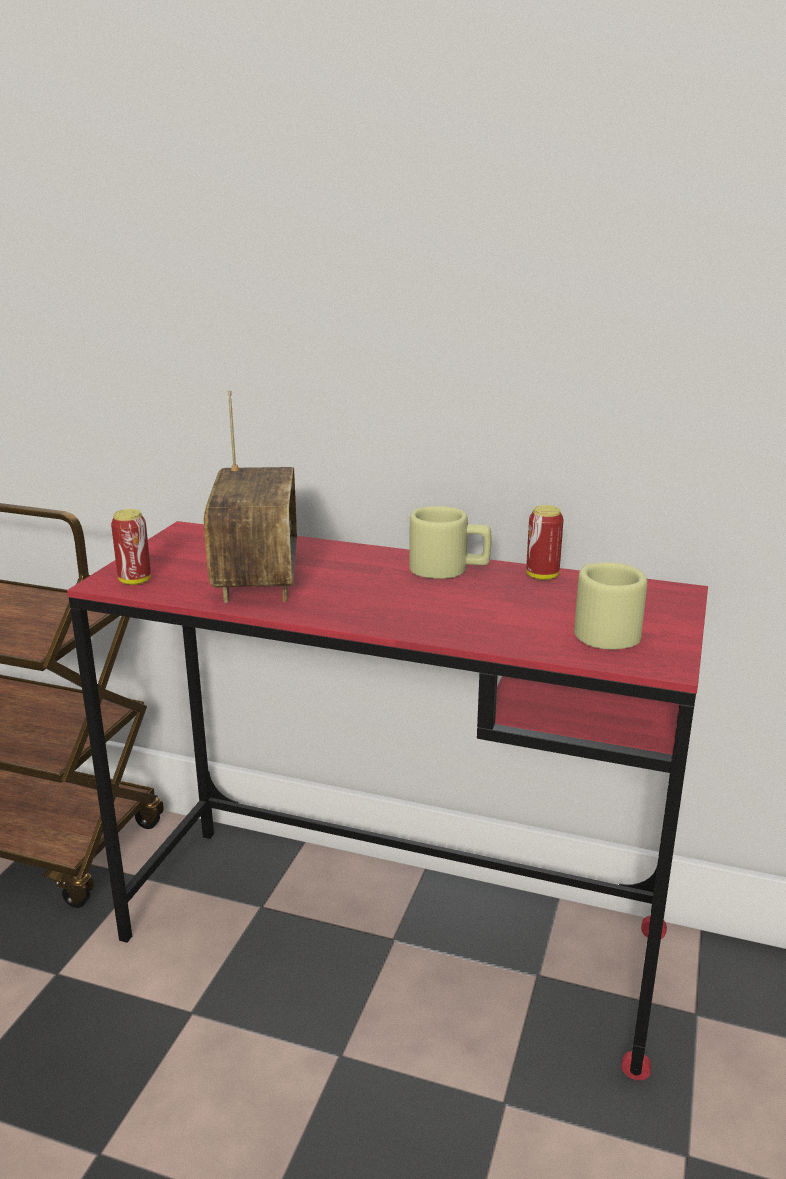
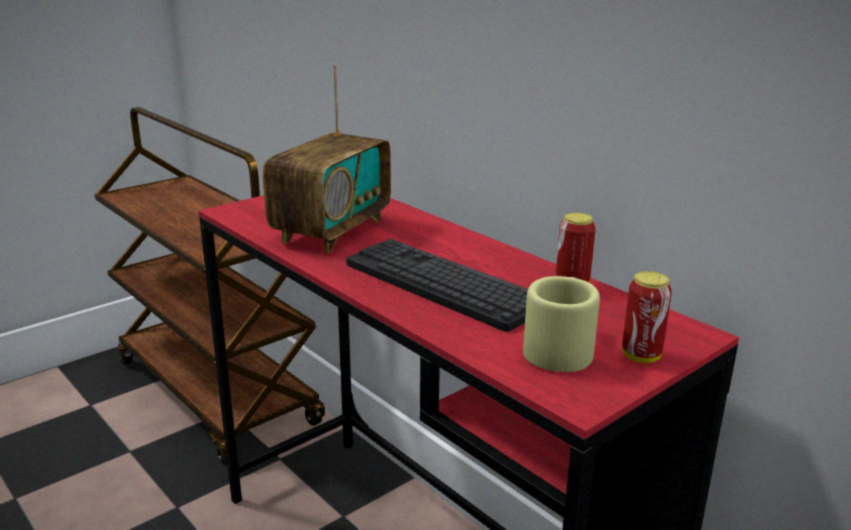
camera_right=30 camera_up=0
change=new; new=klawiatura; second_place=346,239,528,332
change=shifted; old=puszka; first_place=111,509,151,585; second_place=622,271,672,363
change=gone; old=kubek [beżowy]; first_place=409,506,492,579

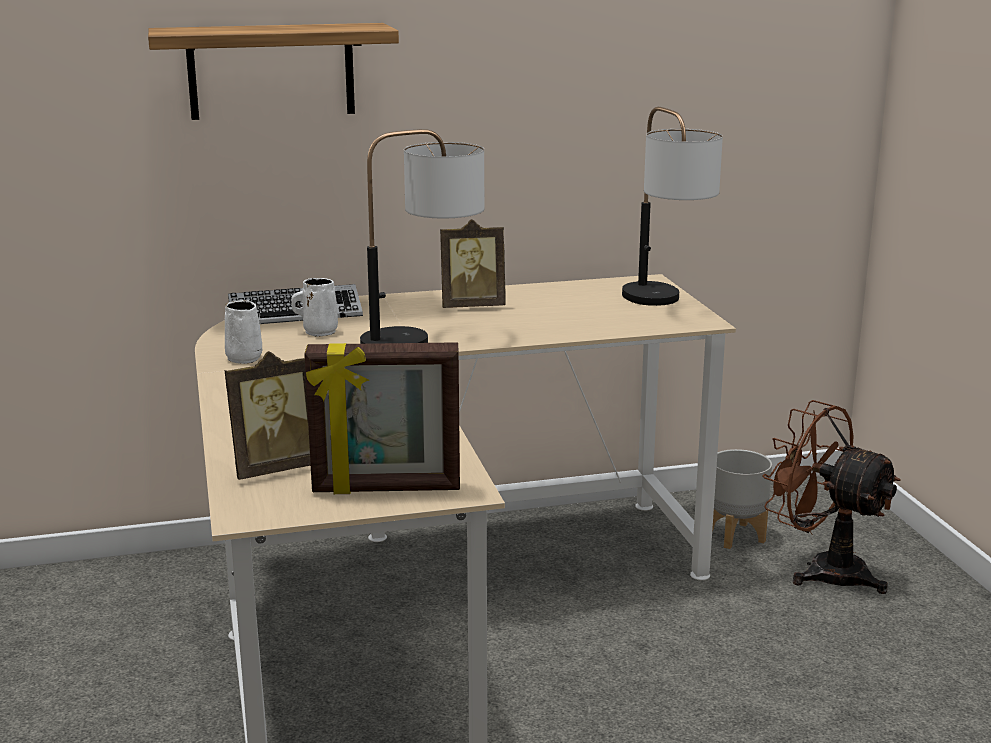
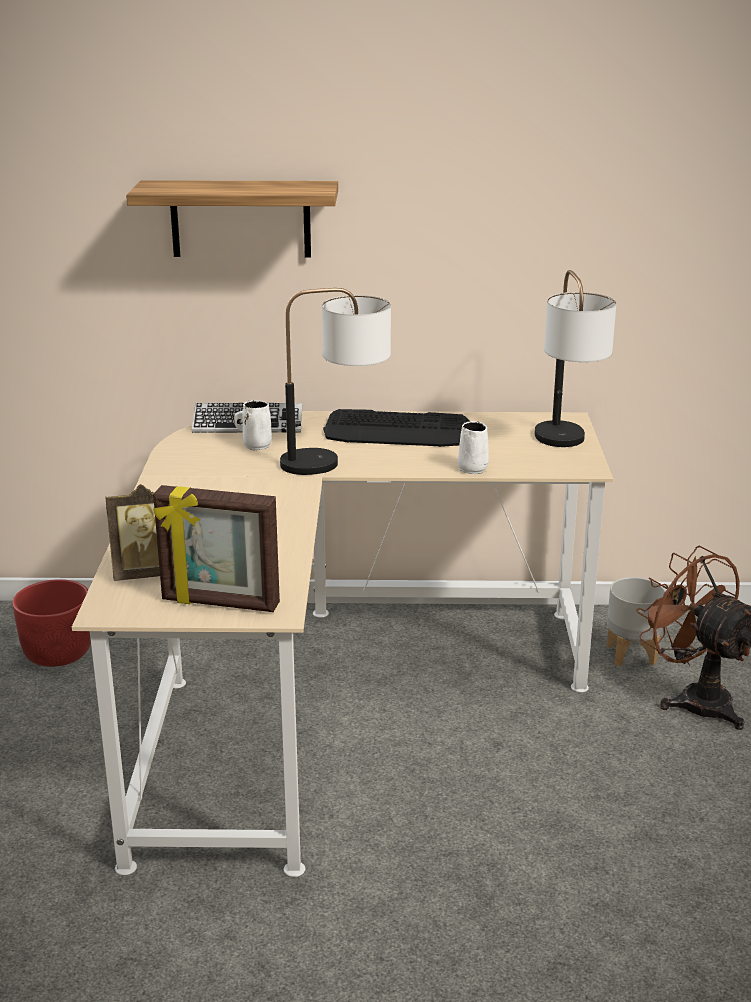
camera_right=15 camera_up=5
change=new; new=donica [czerwony]; second_place=12,579,91,667
change=swapped; old=ramka na zdjęcie; new=klawiatura; first_place=440,219,506,308; second_place=323,409,470,447
change=shifted; old=kubek [biały]; first_place=225,300,262,364; second_place=458,421,489,474

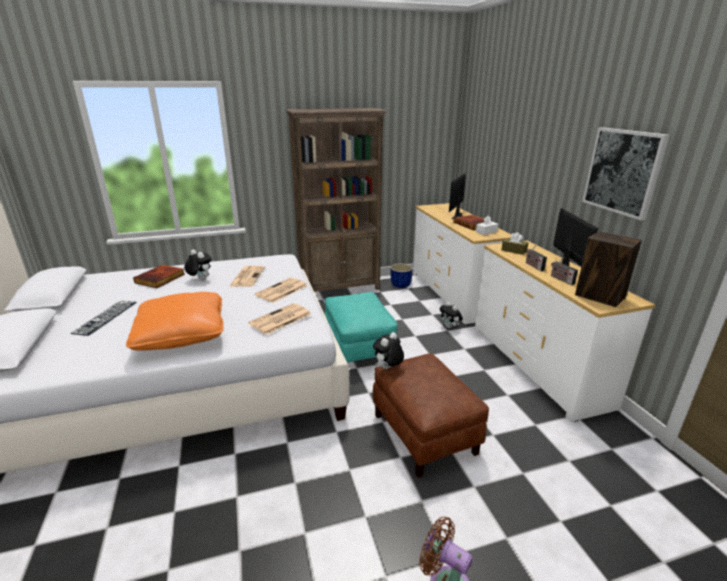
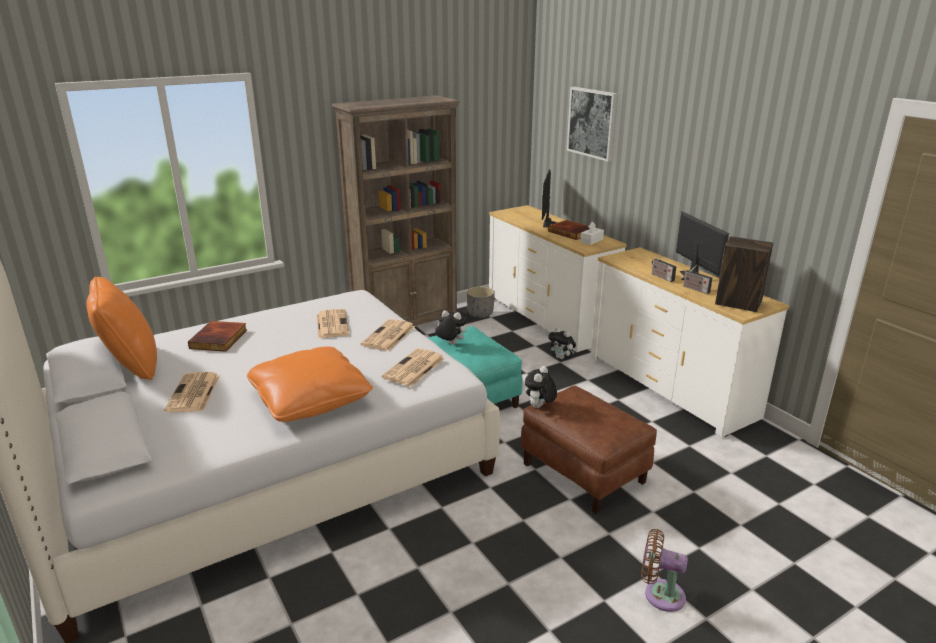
camera_right=-15 camera_up=0
change=new; new=poduszka [pomarańczowy]; second_place=86,277,157,380
change=swapped; old=klawiatura; new=gazeta; first_place=70,300,137,336; second_place=164,372,220,412
change=shifted; old=pluszak; first_place=184,249,212,280; second_place=435,310,467,345
change=repainted; old=donica [niebieski]; new=donica [szary]; first_place=391,264,413,288; second_place=467,287,495,318
change=shifted; old=obraz; first_place=582,127,670,220; second_place=567,87,617,161
change=gone; old=pudełko chusteczek [brązowy]; first_place=501,232,529,255

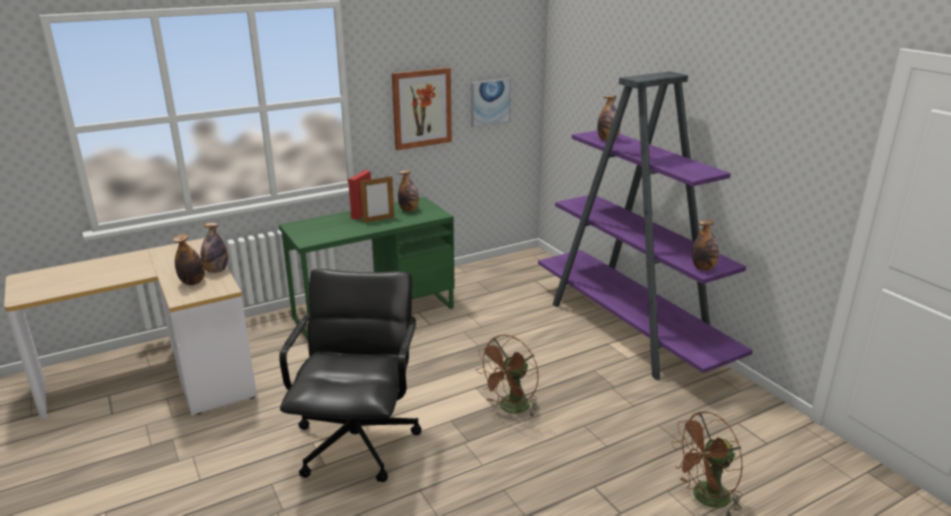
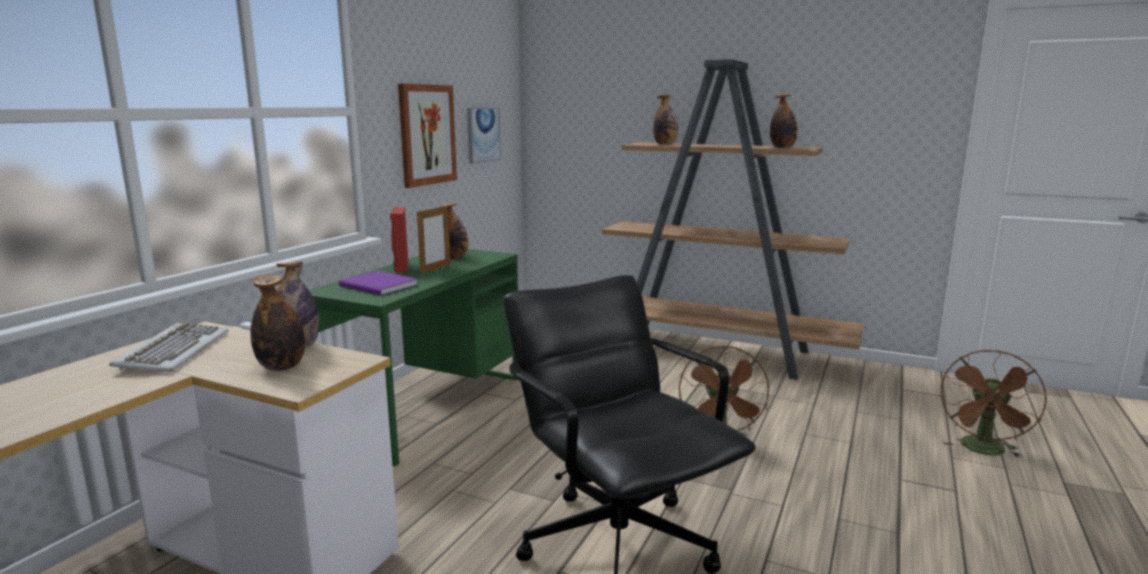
camera_right=-35 camera_up=-10
change=new; new=klawiatura; second_place=109,322,228,372
change=new; new=książka [fioletowy]; second_place=339,271,418,296
change=repainted; old=regał [fioletowy]; new=regał [brązowy]; first_place=538,71,753,380; second_place=602,59,864,380
change=shifted; old=butelka; first_place=692,219,719,270; second_place=770,94,798,148

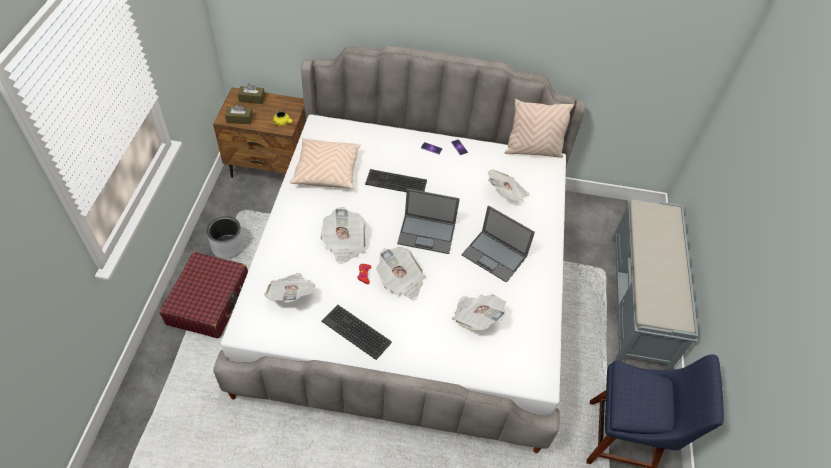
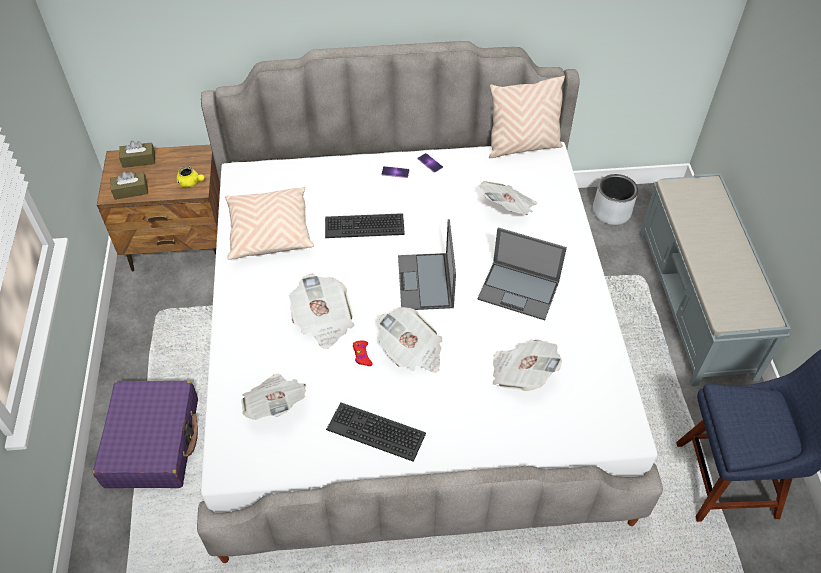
camera_right=-10 camera_up=0
change=repainted; old=walizka [czerwony]; new=walizka [fioletowy]; first_place=159,252,248,338; second_place=93,381,198,488
change=rotated; old=laptop; first_place=397,189,460,254; second_place=398,219,456,310; degrees=90
change=shifted; old=donica [szary]; first_place=207,216,245,259; second_place=593,174,638,225

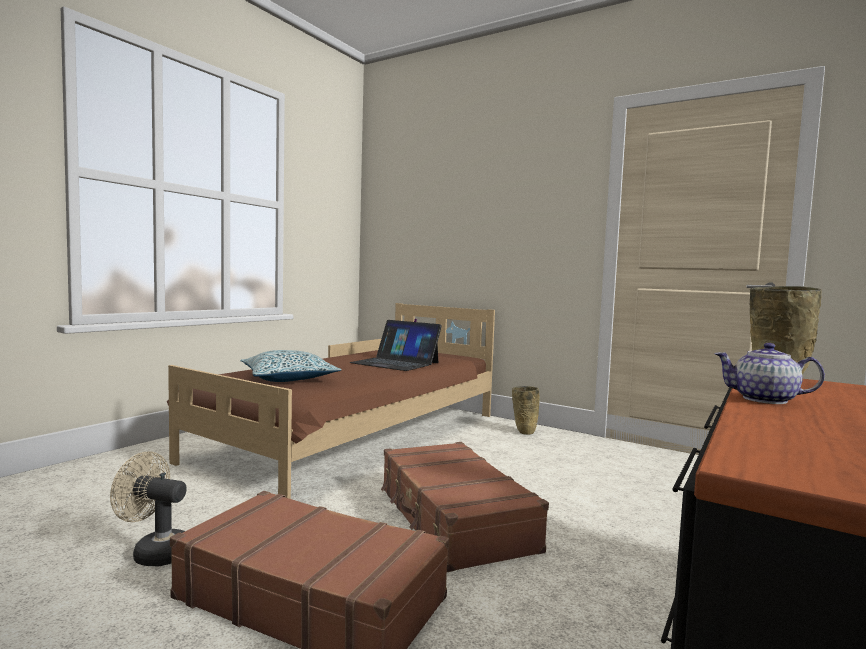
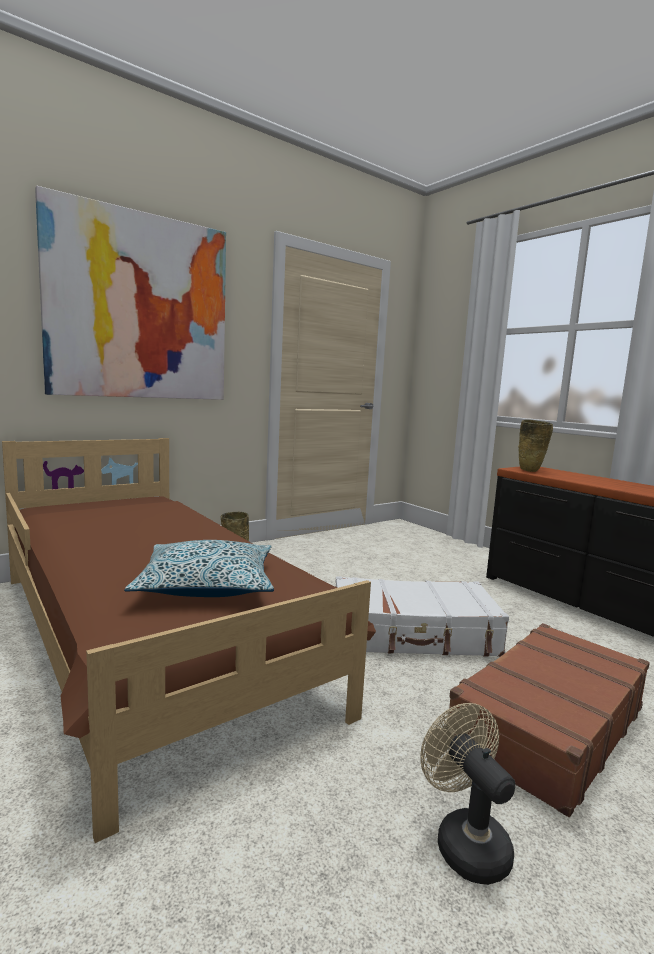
camera_right=-70 camera_up=5
change=new; new=obraz; second_place=35,186,226,400
change=repainted; old=walizka [brązowy]; new=walizka [biały]; first_place=381,442,549,572; second_place=336,576,509,657
change=rotated; old=wentylator [beżowy]; first_place=110,452,187,566; second_place=421,703,515,885; degrees=120
change=gone; old=laptop; first_place=350,320,442,371
change=gone; old=imbryk; first_place=714,343,825,404

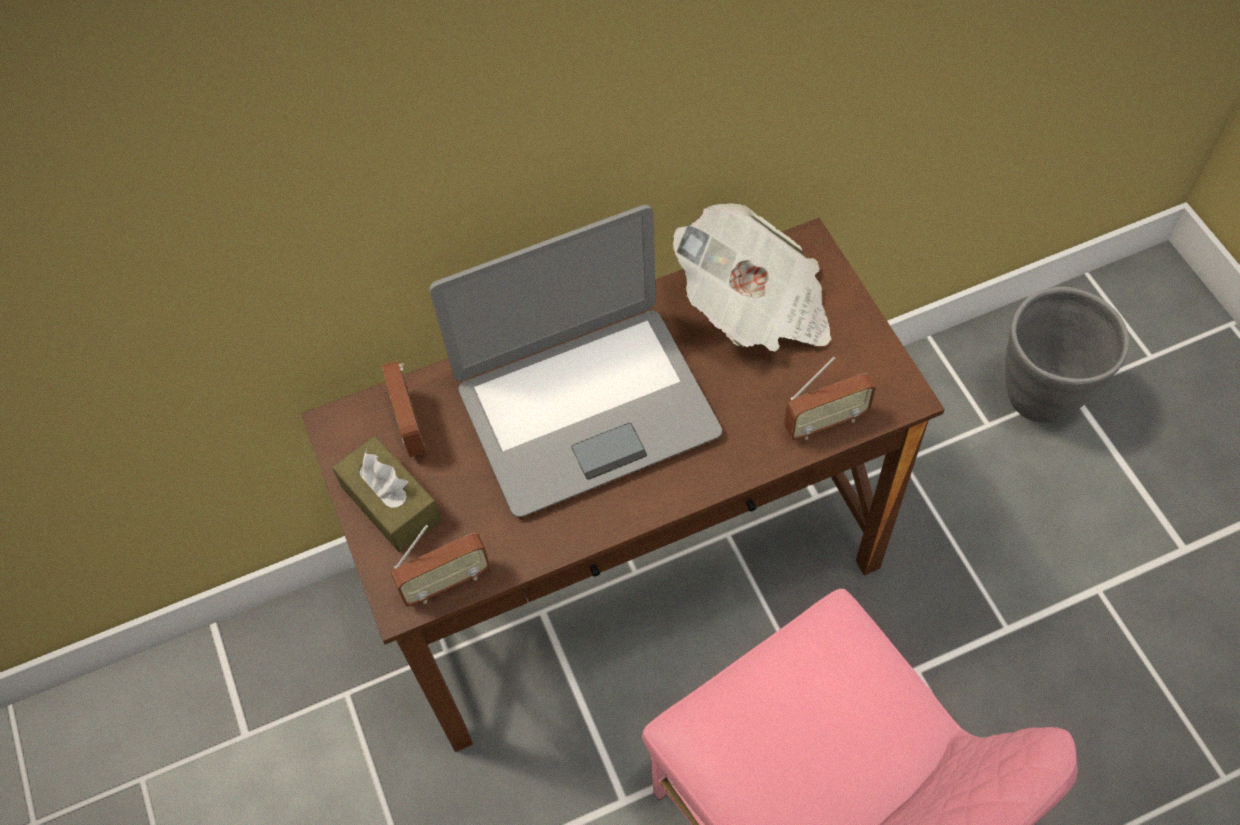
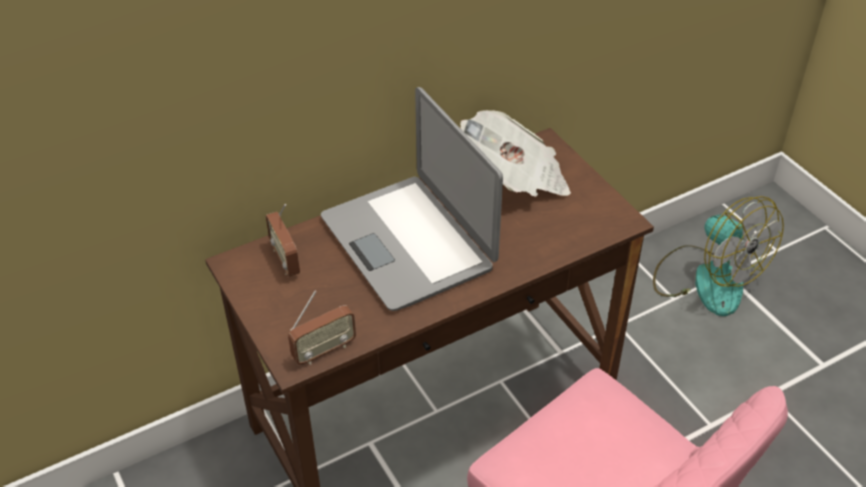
camera_right=-10 camera_up=-15
change=rotated; old=laptop; first_place=429,205,722,517; second_place=321,87,503,311; degrees=90
change=swapped; old=donica [szary]; new=wentylator; first_place=1005,287,1129,423; second_place=653,196,784,316
change=gone; old=pudełko chusteczek [brązowy]; first_place=332,436,441,552
change=gone; old=radio; first_place=784,357,876,440

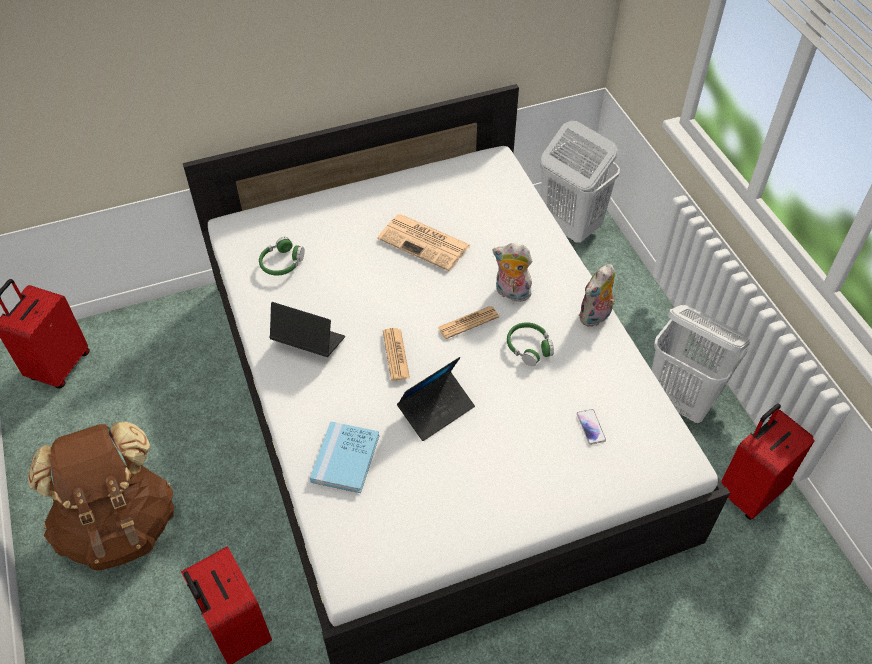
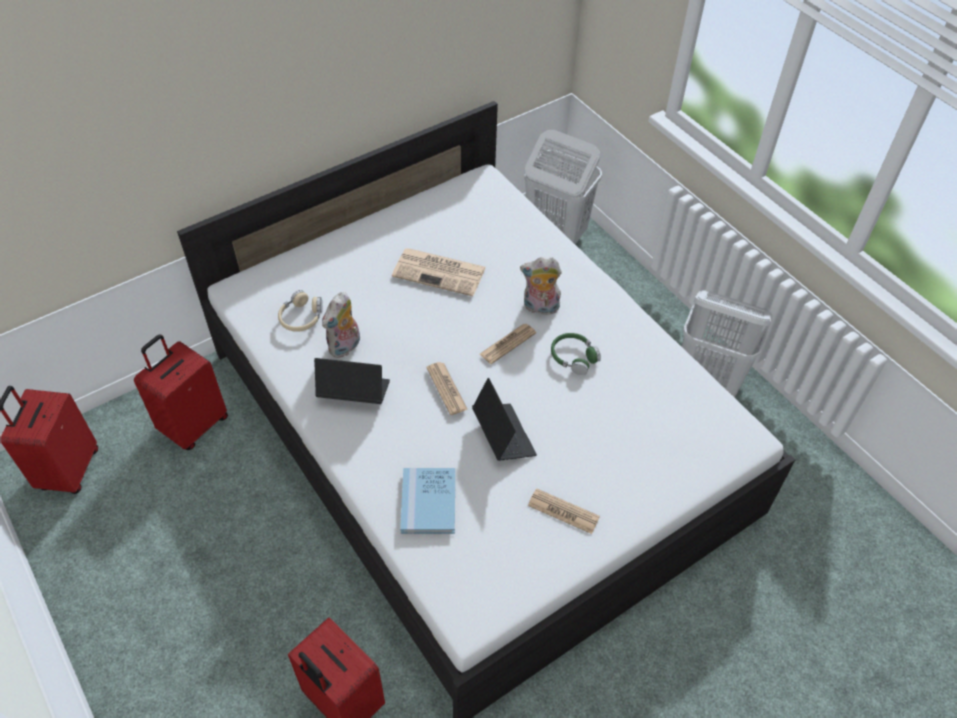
camera_right=-15 camera_up=0
change=shifted; old=walizka [czerwony]; first_place=721,404,815,520; second_place=134,334,228,450
change=repainted; old=słuchawki [zielony]; new=słuchawki [beżowy]; first_place=259,237,305,275; second_place=278,290,323,332
change=shifted; old=pluszak; first_place=579,264,615,327; second_place=322,292,360,358
change=rotated; old=laptop; first_place=397,357,475,441; second_place=472,378,537,461; degrees=-60
change=new; new=gazeta; second_place=528,488,600,534
change=gone; old=plecak [brązowy]; first_place=28,421,174,570
change=gone; old=telefon; first_place=577,409,606,445

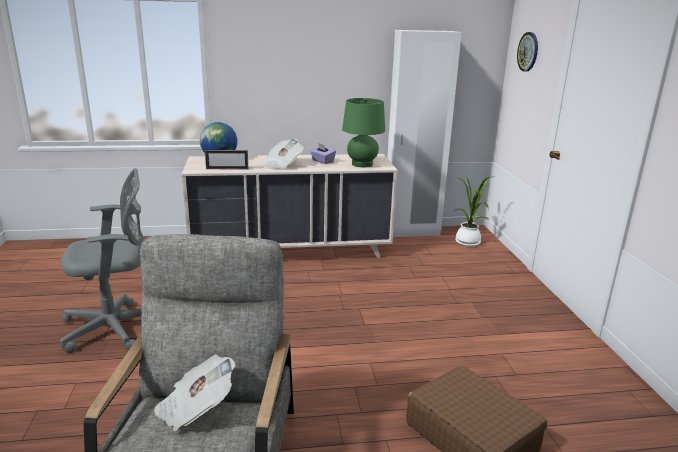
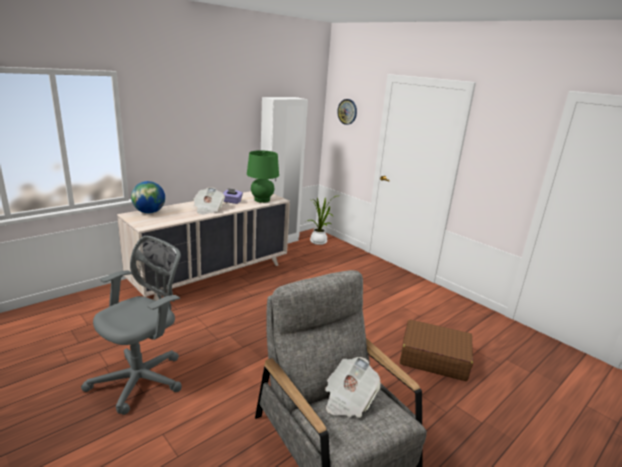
camera_right=-35 camera_up=0
change=gone; old=ramka na zdjęcie; first_place=205,150,248,169

